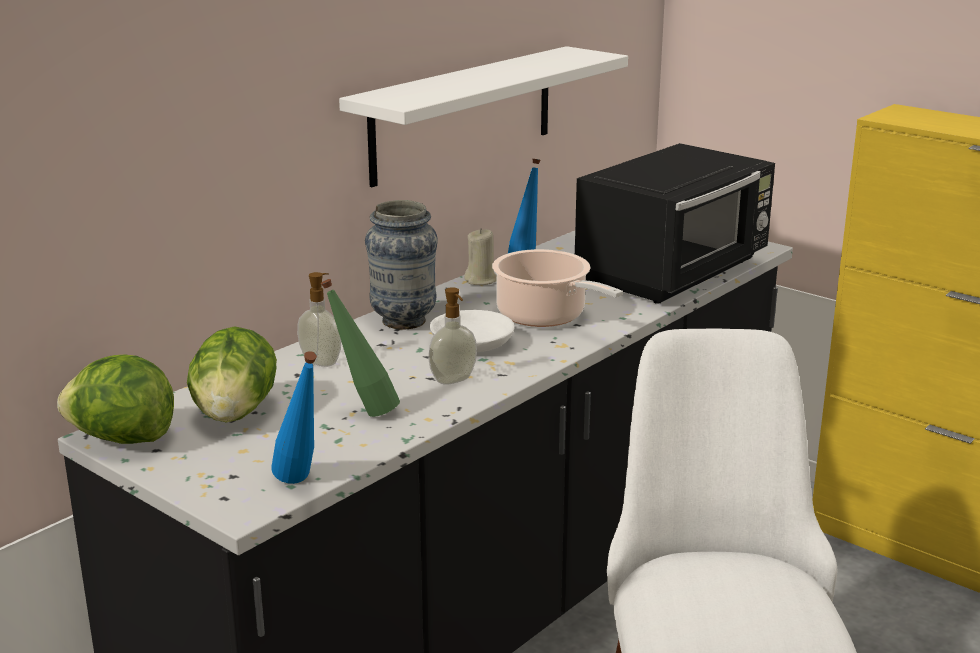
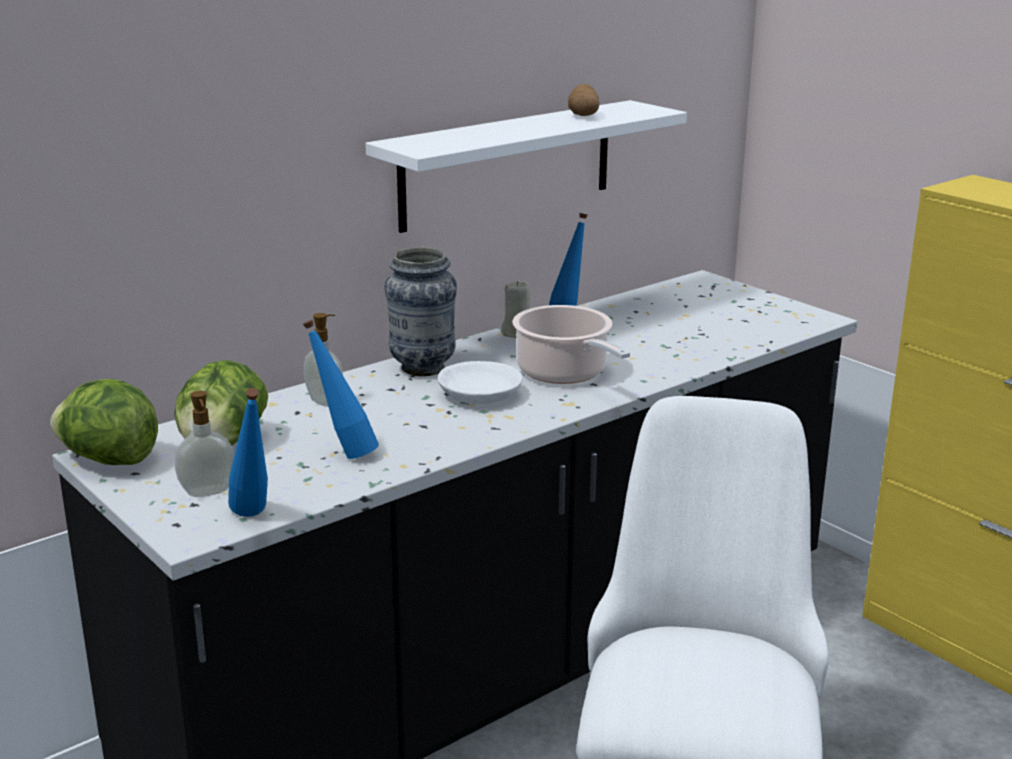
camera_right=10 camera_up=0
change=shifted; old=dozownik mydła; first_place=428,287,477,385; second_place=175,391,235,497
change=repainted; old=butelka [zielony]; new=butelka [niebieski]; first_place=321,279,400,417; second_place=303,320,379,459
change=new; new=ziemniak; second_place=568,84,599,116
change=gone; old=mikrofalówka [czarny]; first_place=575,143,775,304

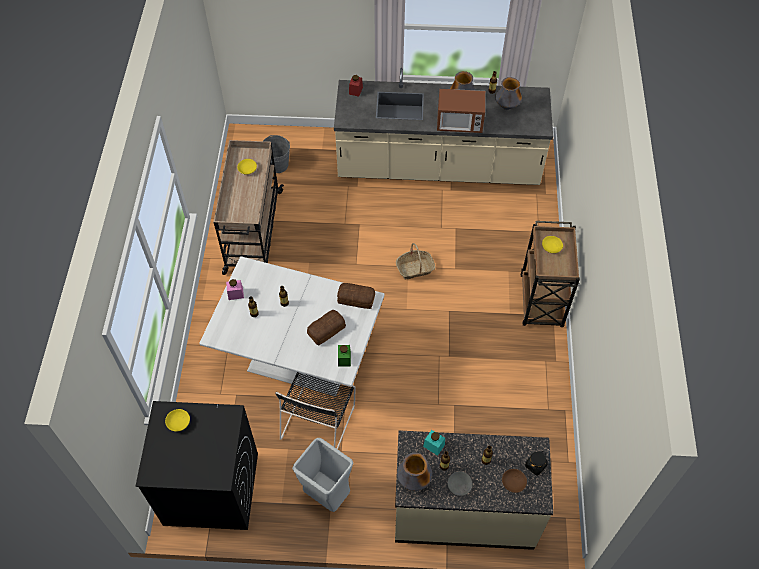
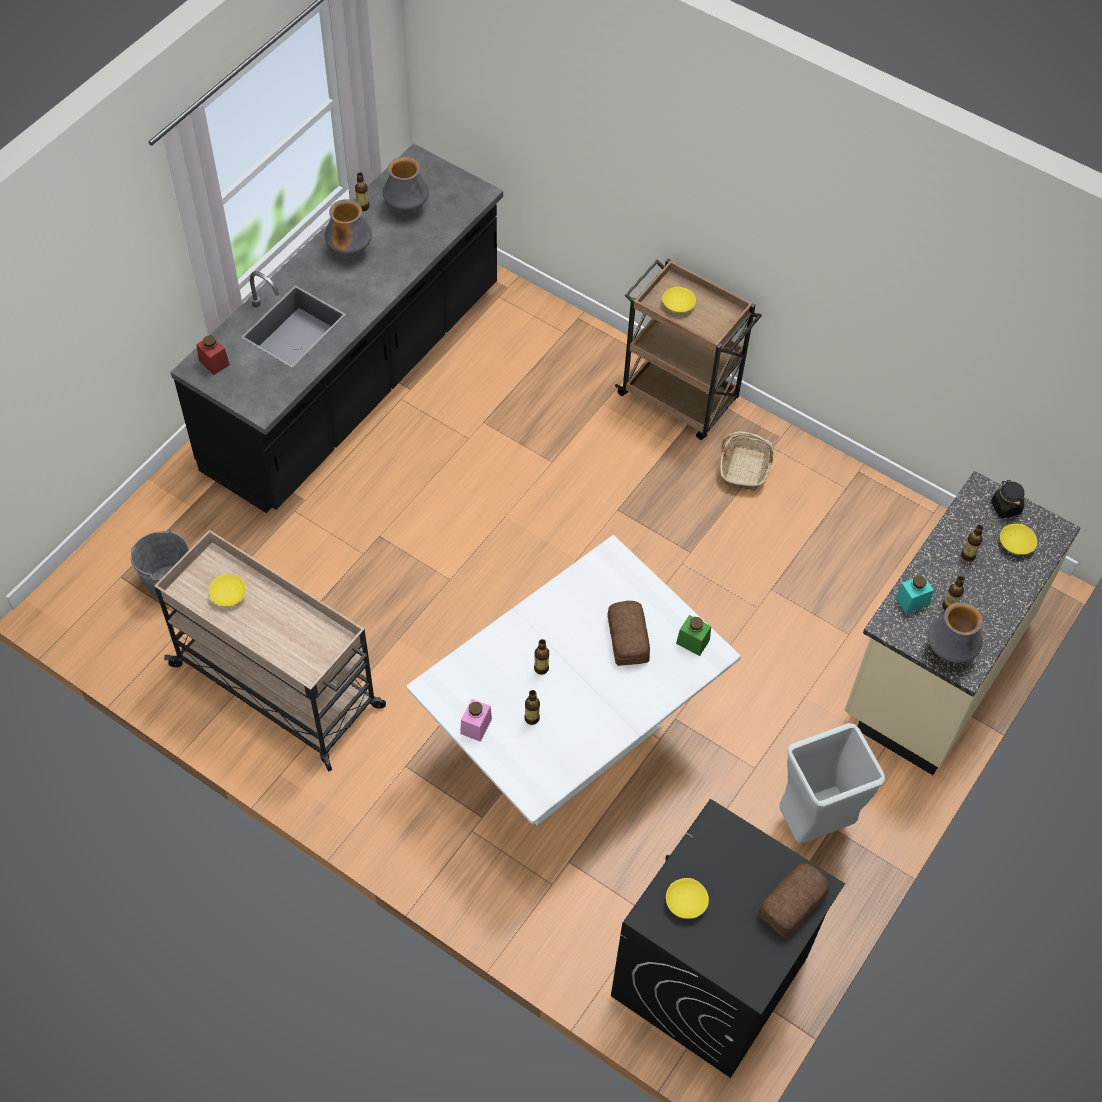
camera_right=-60 camera_up=0
change=repainted; old=zabudowa kuchenna [beżowy]; new=zabudowa kuchenna [czarny]; first_place=334,68,553,185; second_place=170,143,503,513
change=shifted; old=koszyk; first_place=396,243,436,279; second_place=720,431,774,491
change=shifted; old=chleb; first_place=337,283,375,309; second_place=758,863,829,938
change=repainted; old=miska [brązowy]; new=miska [żółty]; first_place=502,469,527,493; second_place=1000,524,1037,555
change=gone; old=krzesło [czarny]; first_place=275,372,356,449
change=gone; old=mikrofalówka; first_place=437,89,485,133
change=gone; old=miska [szary]; first_place=447,471,472,496

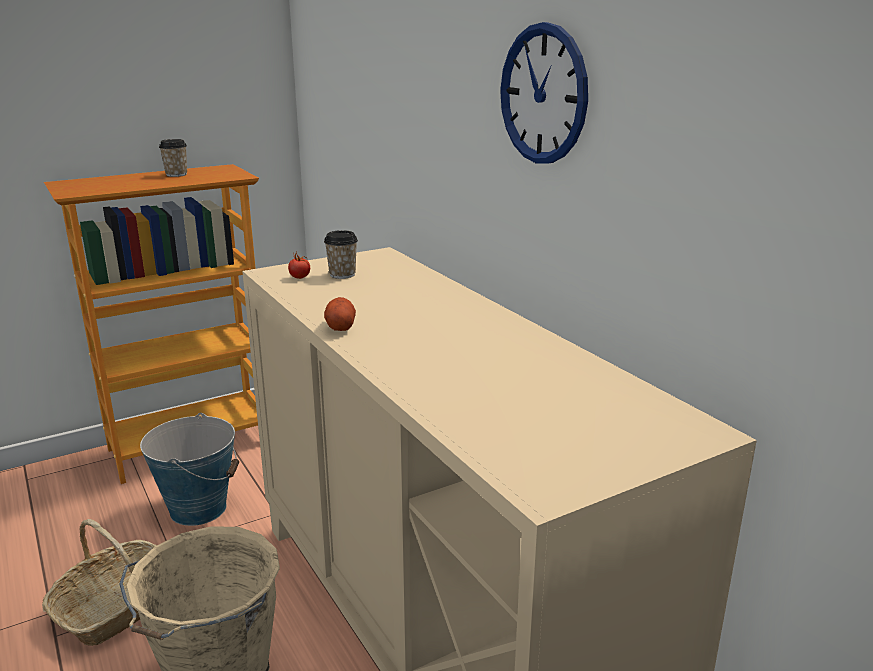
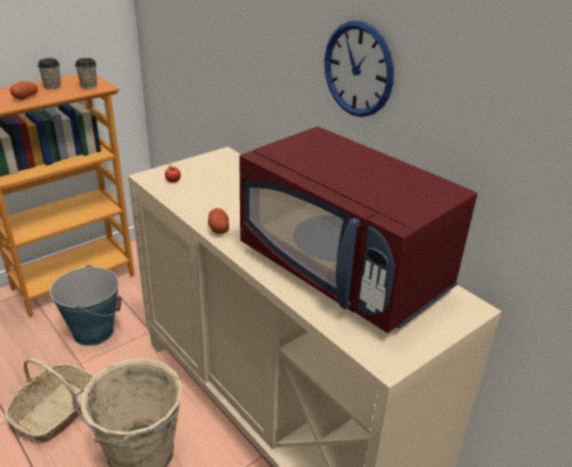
camera_right=-10 camera_up=10
change=new; new=ziemniak; second_place=10,81,38,100
change=shifted; old=filiżanka; first_place=324,230,358,279; second_place=75,58,97,89
change=new; new=mikrofalówka [czerwony]; second_place=239,127,477,333

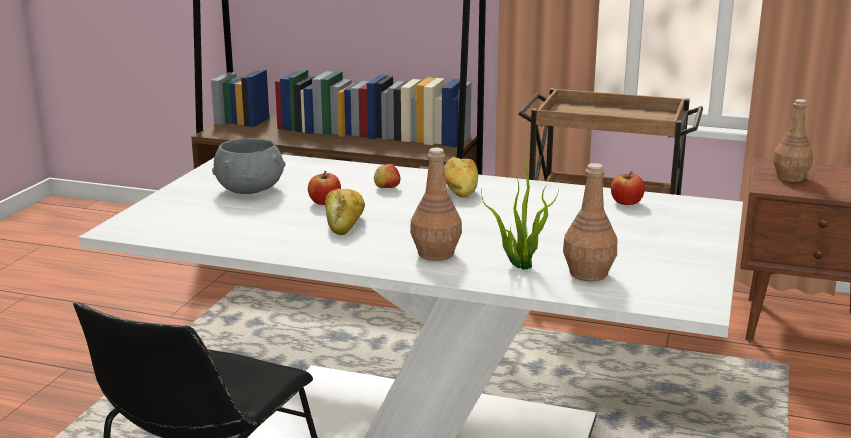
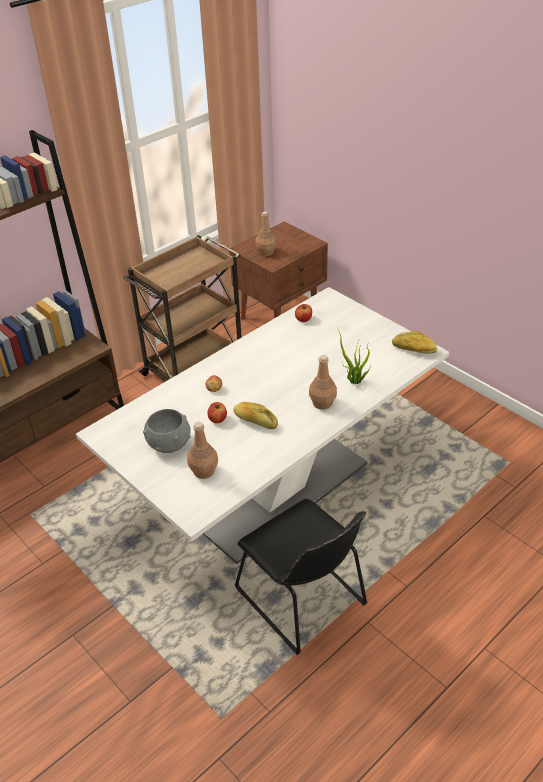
camera_right=-60 camera_up=20
change=shifted; old=butelka [brązowy]; first_place=563,163,617,282; second_place=187,422,218,479
change=shifted; old=chleb; first_place=444,156,478,198; second_place=392,331,437,354

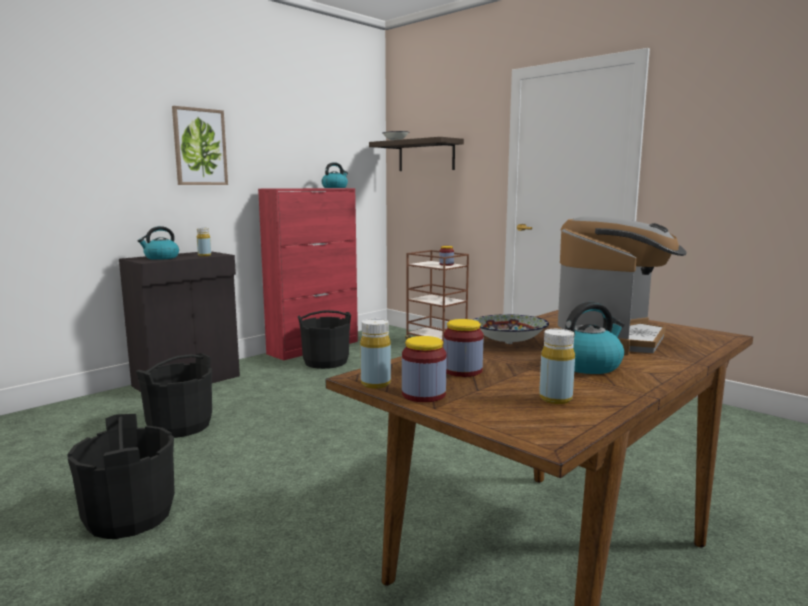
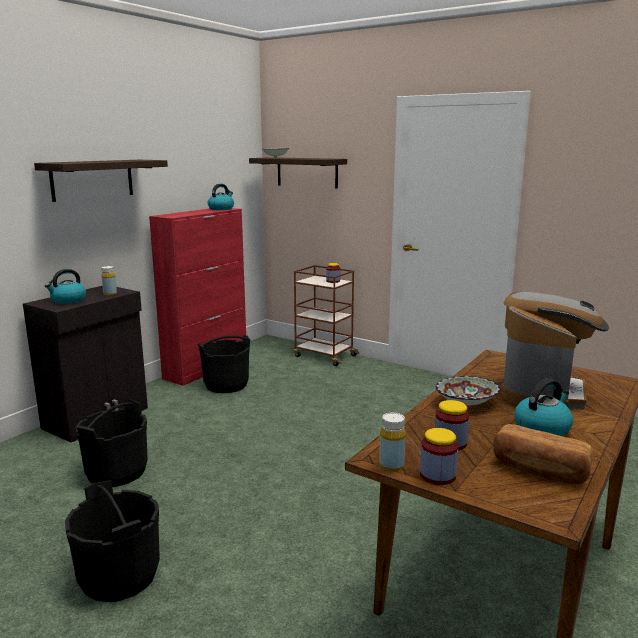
camera_right=-10 camera_up=5
change=swapped; old=obraz; new=półka; first_place=172,106,228,185; second_place=34,160,168,202
change=swapped; old=butelka [żółty]; new=chleb; first_place=539,329,575,404; second_place=493,424,593,485

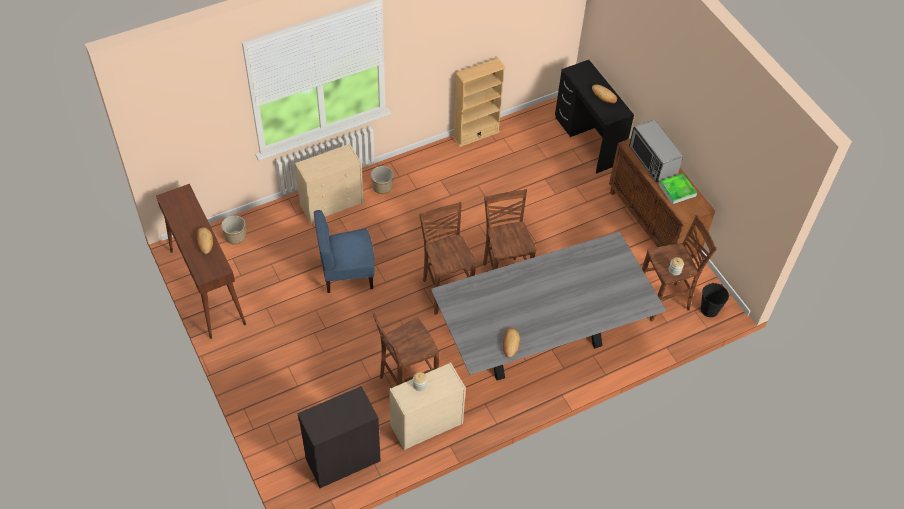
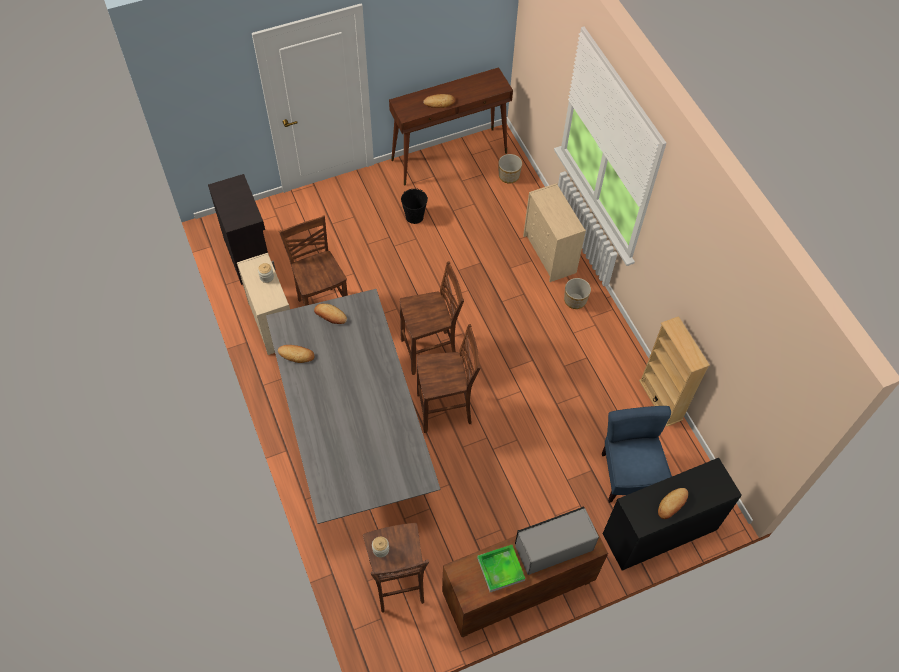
camera_right=95 camera_up=5
change=new; new=chleb; second_place=314,304,347,324
change=shifted; old=wiadro [czarny]; first_place=701,283,729,317; second_place=401,188,428,224
change=shifted; old=krzesło [niebieski]; first_place=314,210,374,293; second_place=602,406,672,503

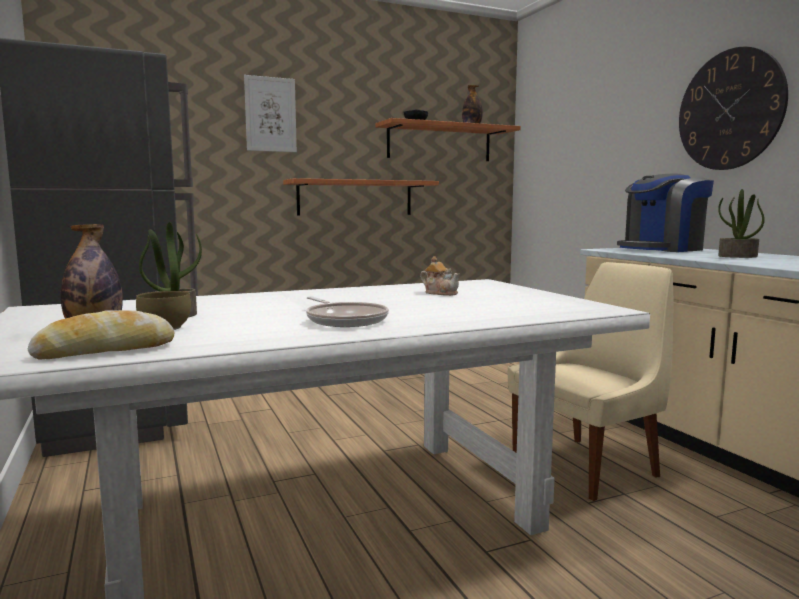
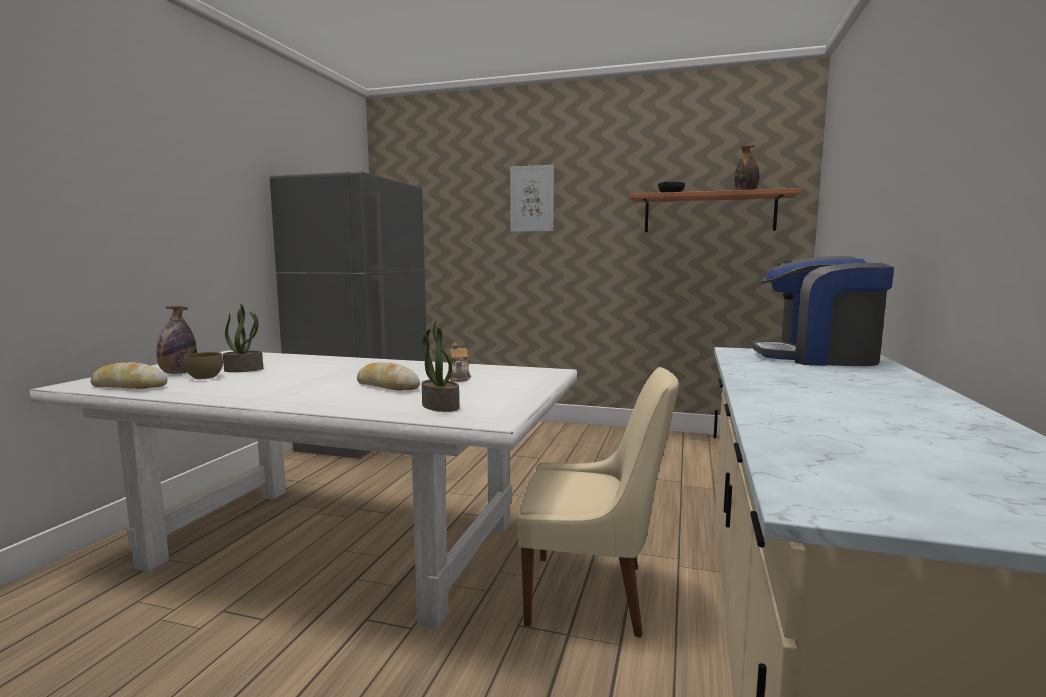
camera_right=40 camera_up=0
change=new; new=chleb; second_place=357,362,420,391
change=shifted; old=roślina doniczkowa; first_place=718,189,765,258; second_place=419,320,459,412
change=gone; old=półka; first_place=283,178,439,215
change=gone; old=patelnia; first_place=306,297,389,327
change=gone; old=zegar ścienny; first_place=679,47,788,170

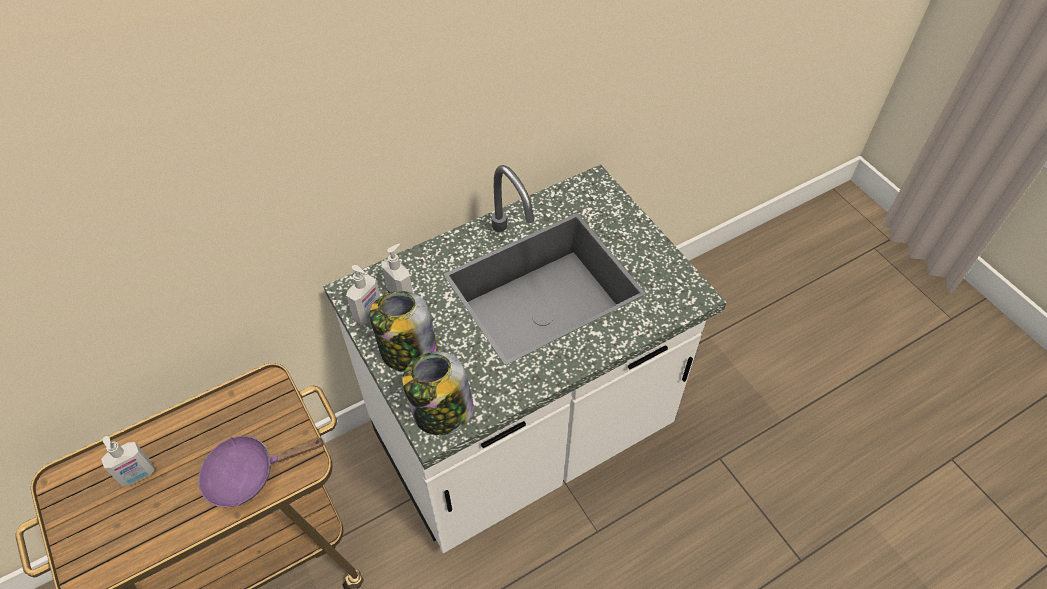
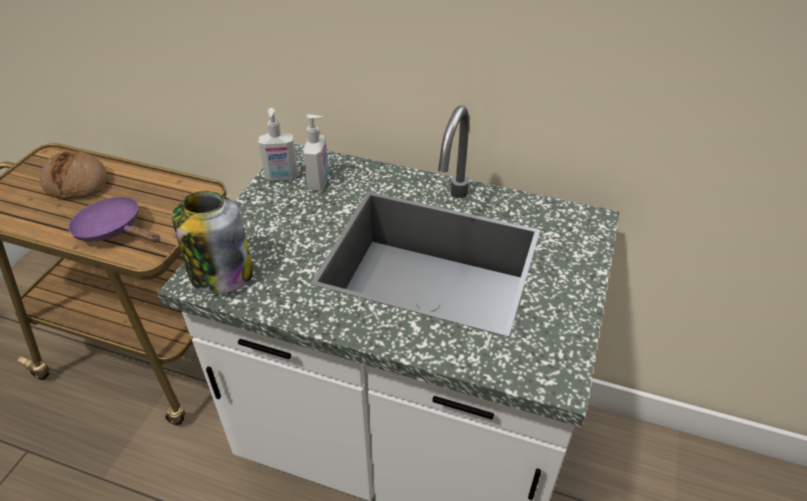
camera_right=50 camera_up=-10
change=swapped; old=dozownik mydła; new=chleb; first_place=101,436,155,487; second_place=40,151,107,199
change=gone; old=słoik; first_place=370,291,438,372

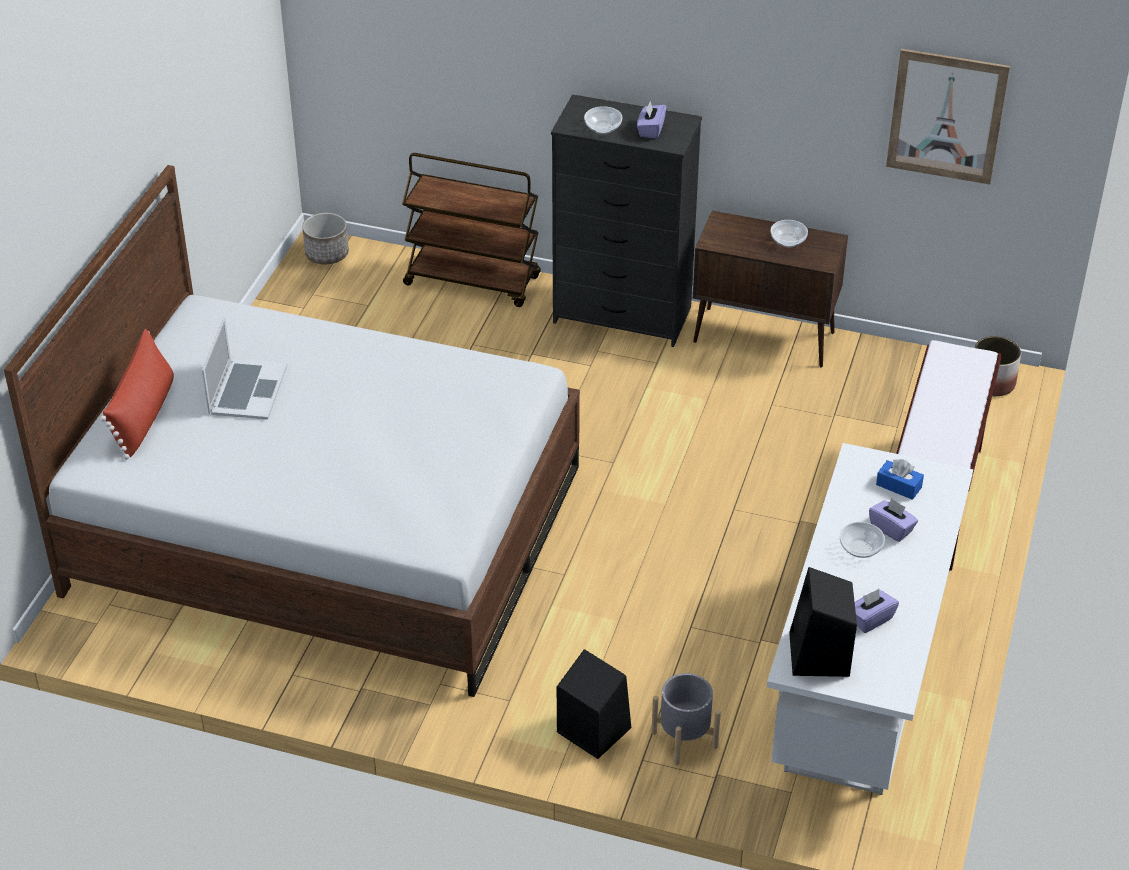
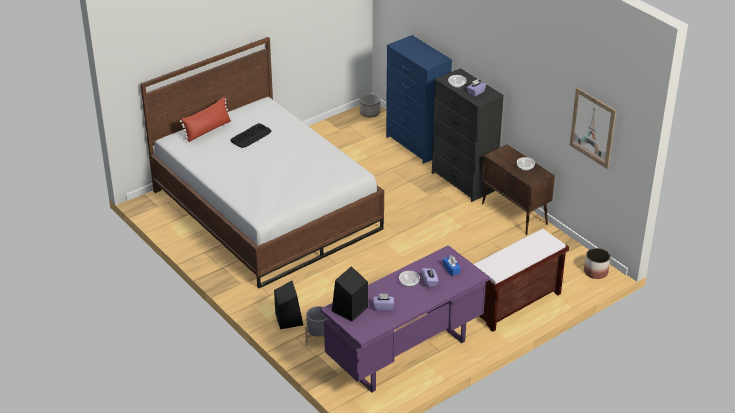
camera_right=35 camera_up=-5
change=swapped; old=laptop; new=klawiatura; first_place=202,317,287,420; second_place=230,123,271,148
change=repainted; old=biurko [biały]; new=biurko [fioletowy]; first_place=767,443,973,795; second_place=321,245,490,392
change=swapped; old=wózek [brązowy]; new=komoda [niebieski]; first_place=402,153,541,307; second_place=386,35,452,164

